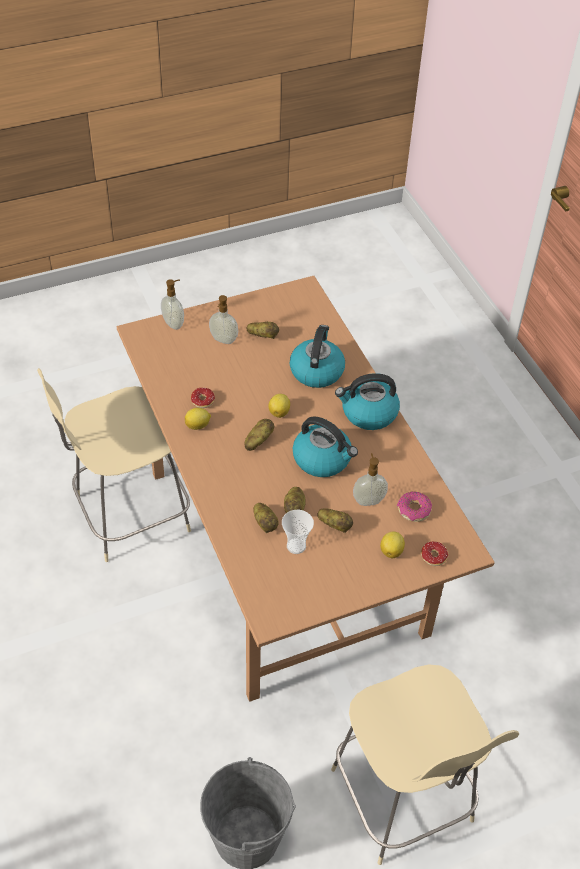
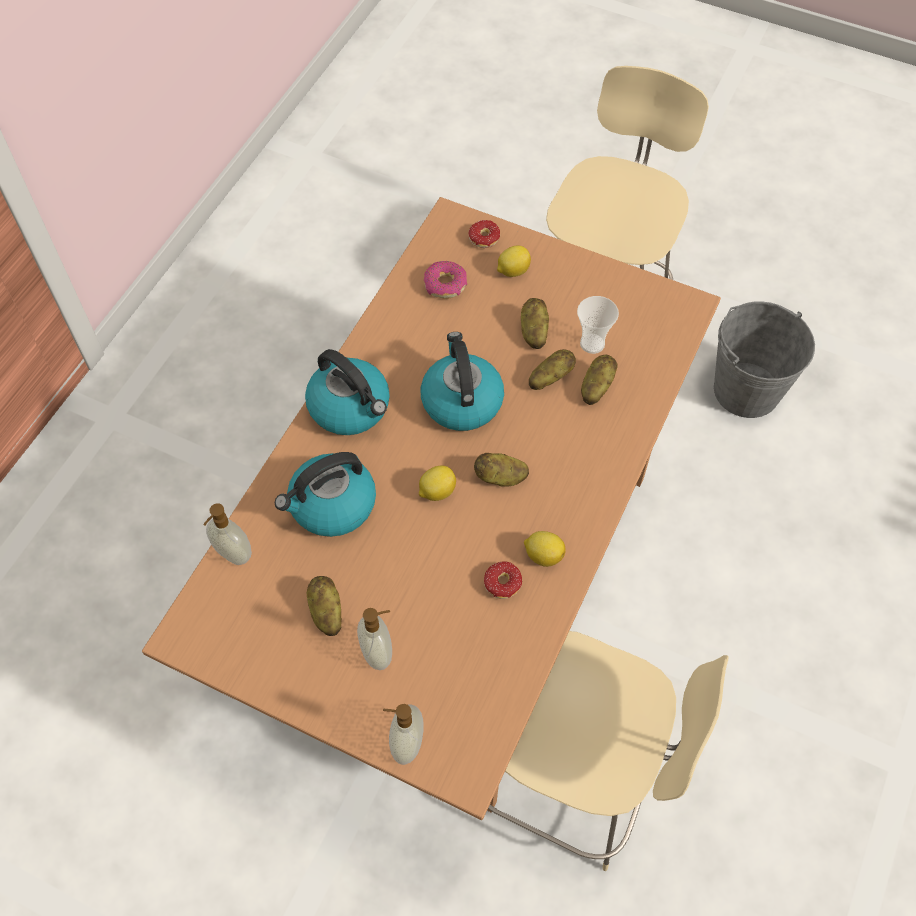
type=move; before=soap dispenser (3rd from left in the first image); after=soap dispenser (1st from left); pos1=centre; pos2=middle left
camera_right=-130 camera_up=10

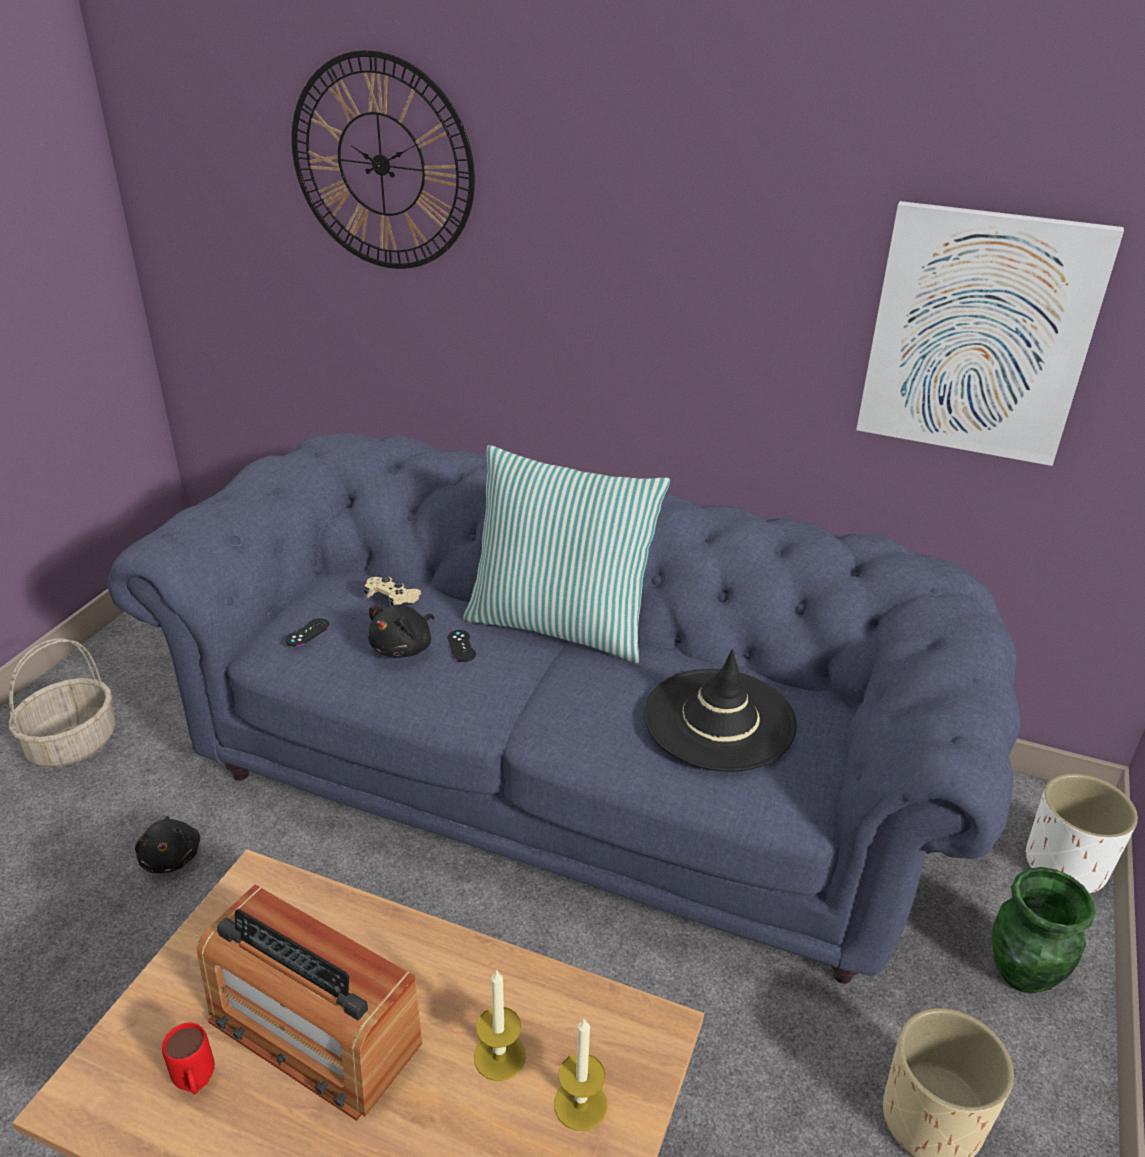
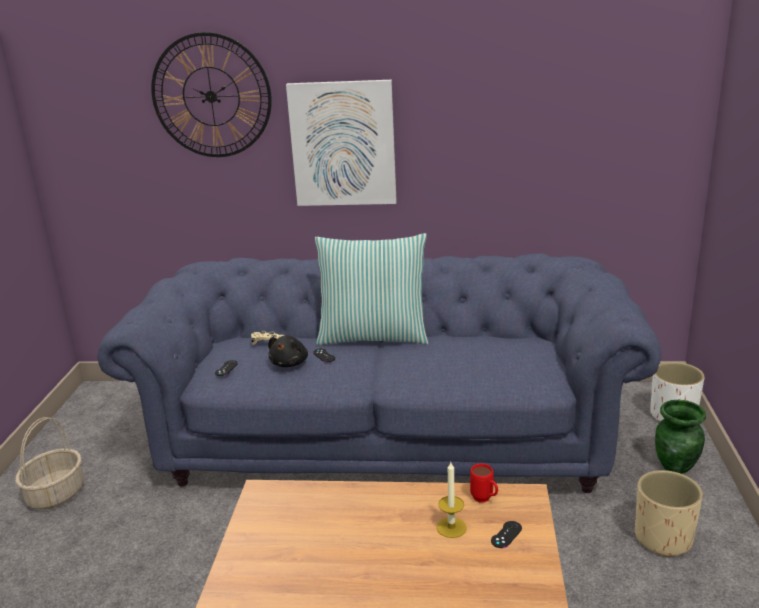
type=move; before=picture; pos1=top right; pos2=top centre
type=delete; before=hat/black; pos1=centre
type=delete; before=plush toy/black (1st from left); pos1=bottom left
type=delete; before=radio; pos1=bottom left
type=replace; before=candle (2nd from left); after=game controller/black (3rd from left); pos1=bottom centre; pos2=bottom right
type=move; before=mug/red; pos1=bottom left; pos2=bottom centre
camera_right=-15 camera_up=-10

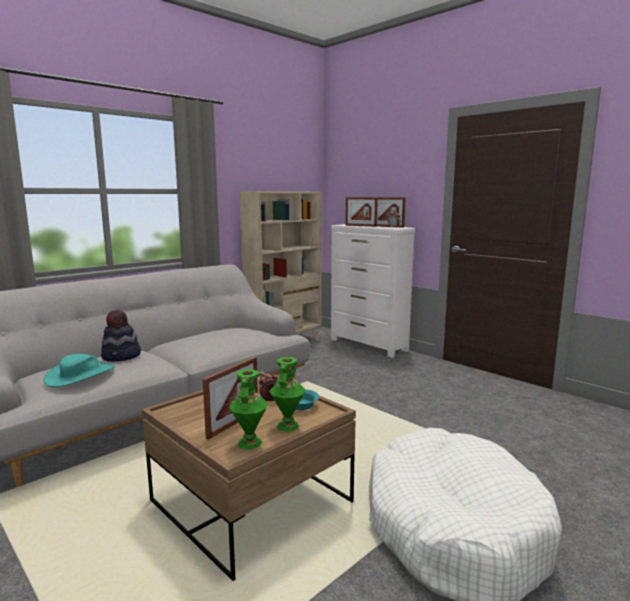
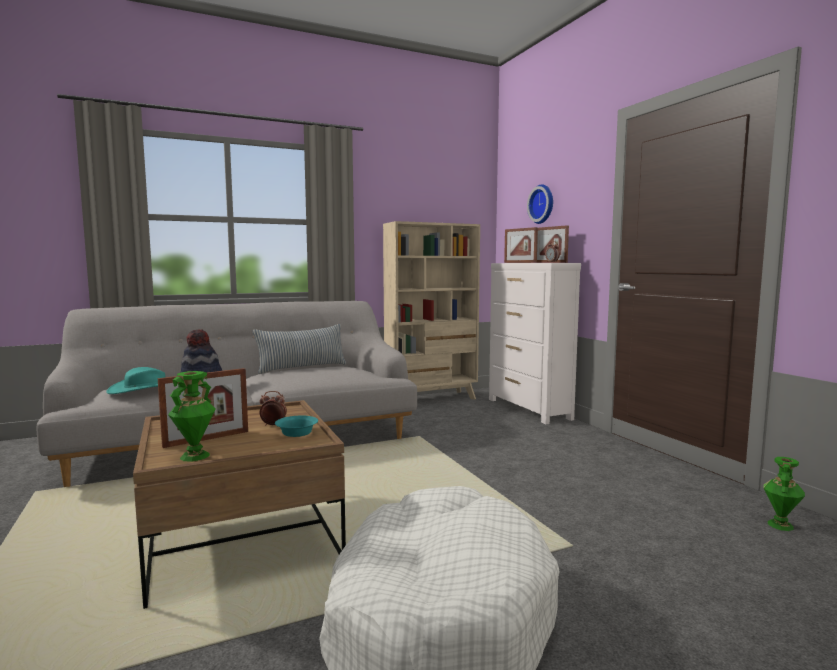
type=move; before=vase/green (2nd from left); pos1=centre; pos2=bottom right
type=insert; after=wall clock; pos2=top centre
type=insert; after=pillow; pos2=centre
camera_right=20 camera_up=-5

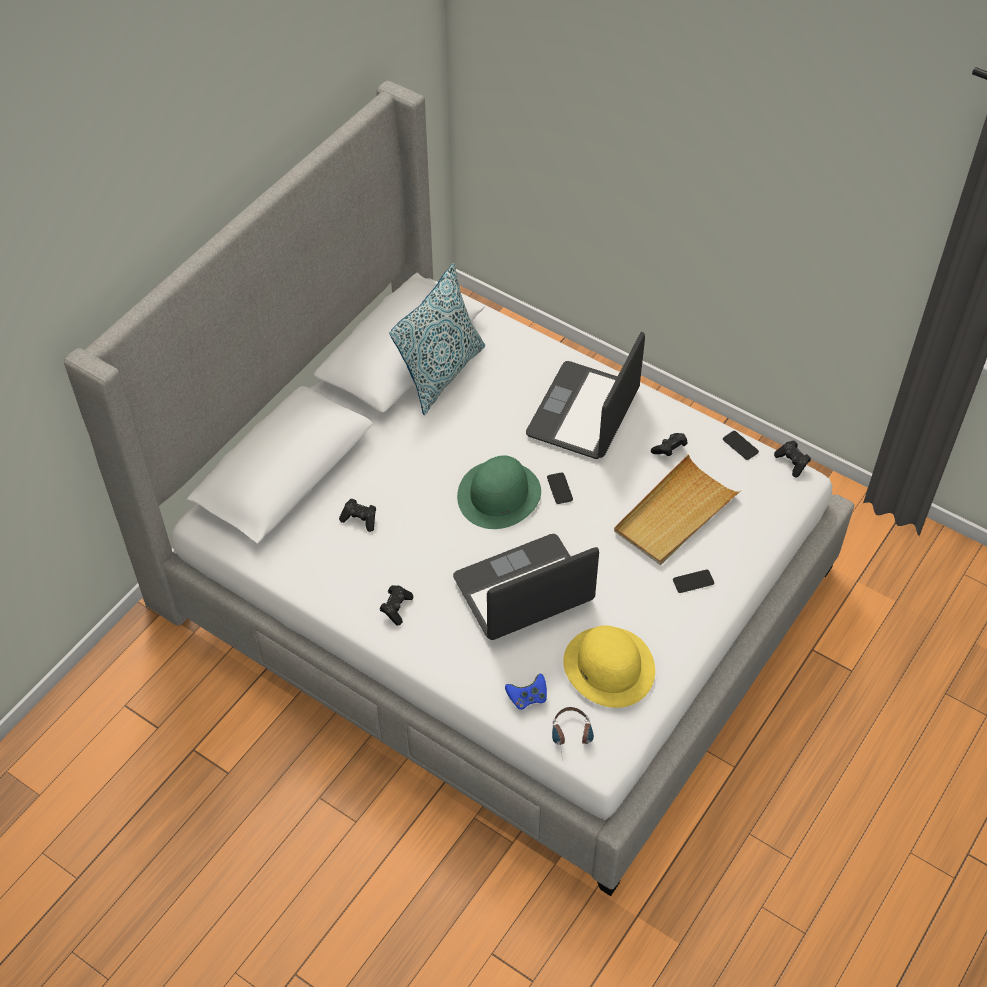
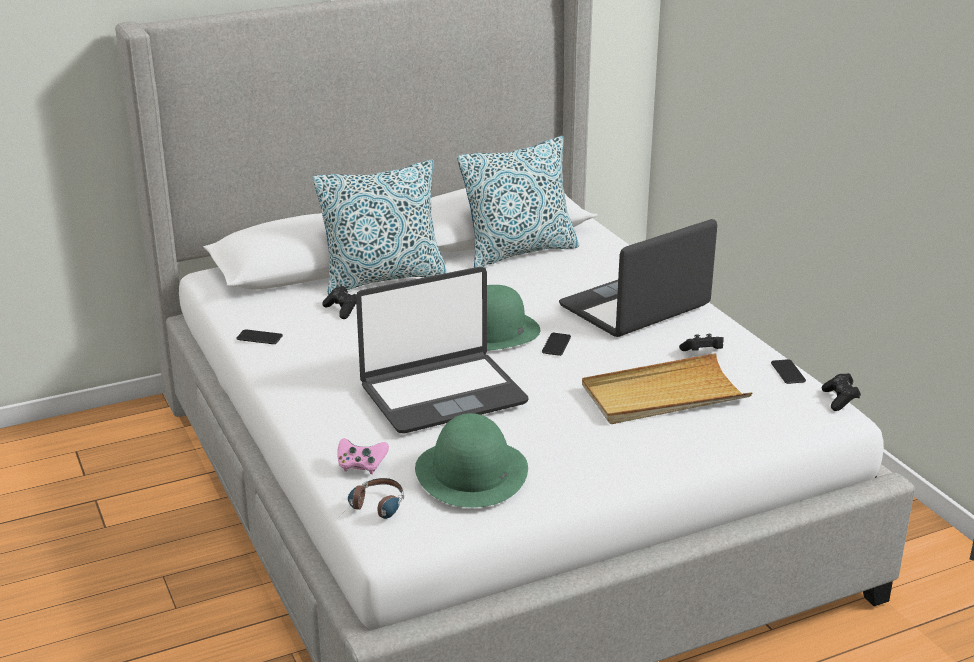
type=rotate; before=laptop (1st from left); pos1=centre; pos2=centre; turn=150
type=move; before=phone (2nd from left in the first image); after=phone (1st from left); pos1=middle right; pos2=middle left
type=delete; before=game controller/black (2nd from left); pos1=centre
type=recolor; before=hat/yellow; after=hat/green (1st from left); pos1=bottom centre; pos2=bottom centre
type=recolor; before=game controller/blue; after=game controller/pink; pos1=bottom centre; pos2=bottom centre
type=insert; after=pillow (1st from left); pos2=centre
camera_right=30 camera_up=-25

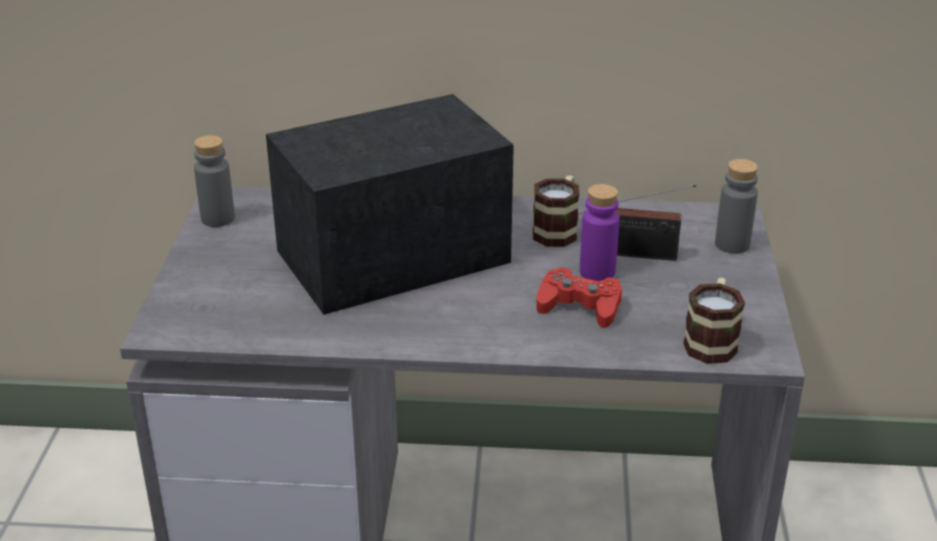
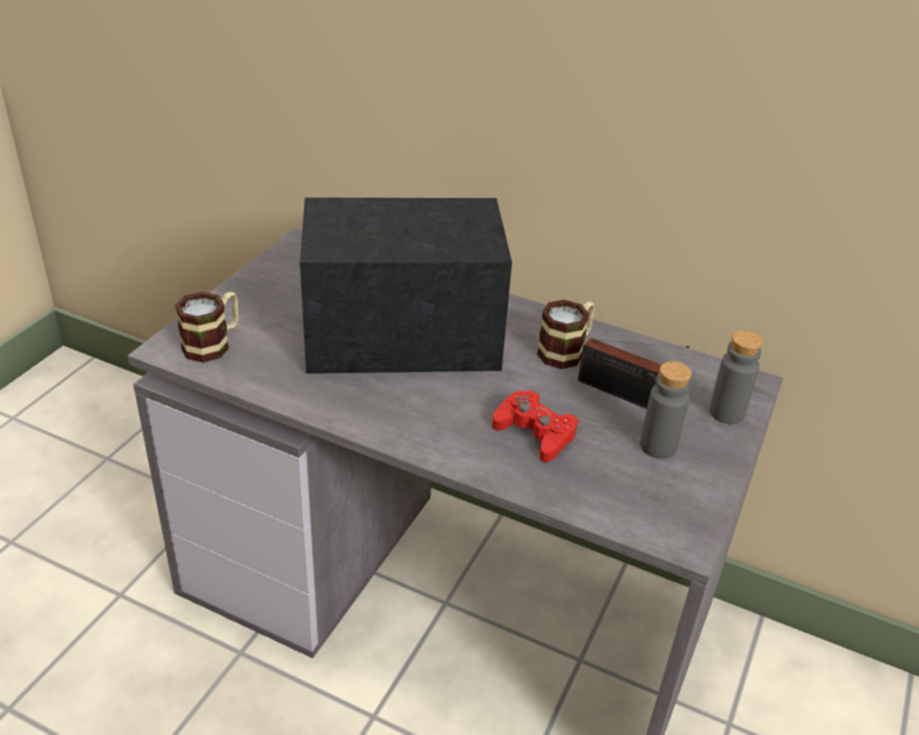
type=move; before=bottle/grey (1st from left); pos1=middle left; pos2=middle right
type=delete; before=bottle/purple; pos1=centre
type=move; before=mug (2nd from left in the first image); after=mug (1st from left); pos1=middle right; pos2=middle left
camera_right=20 camera_up=5

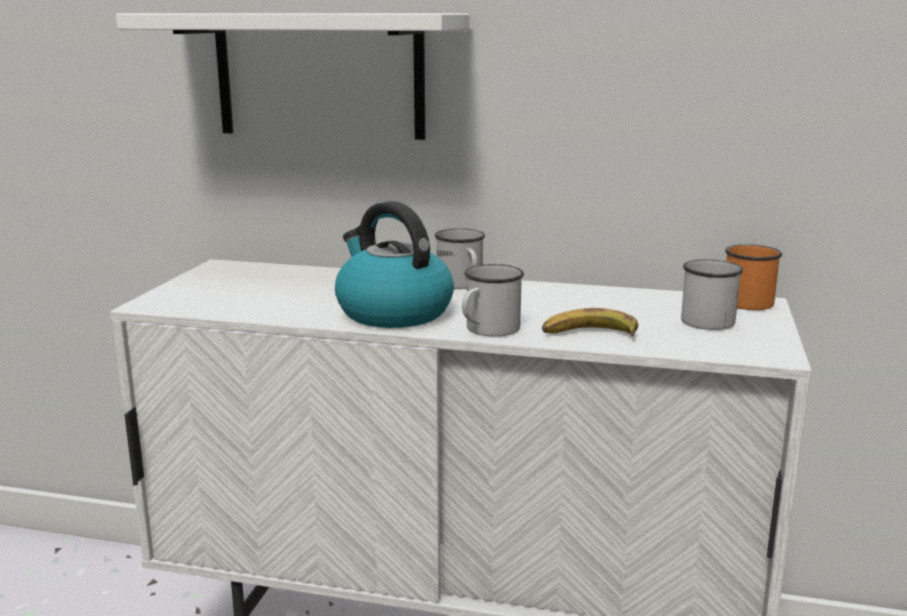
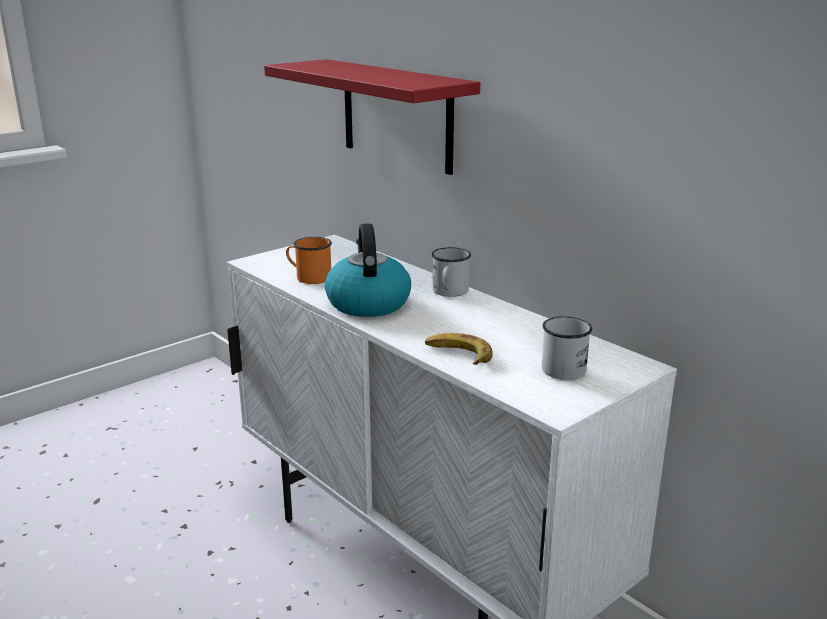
type=recolor; before=shelf/white; after=shelf/red; pos1=top left; pos2=top centre
type=move; before=mug/orange; pos1=middle right; pos2=centre
type=delete; before=mug/white (2nd from left); pos1=centre
camera_right=35 camera_up=5

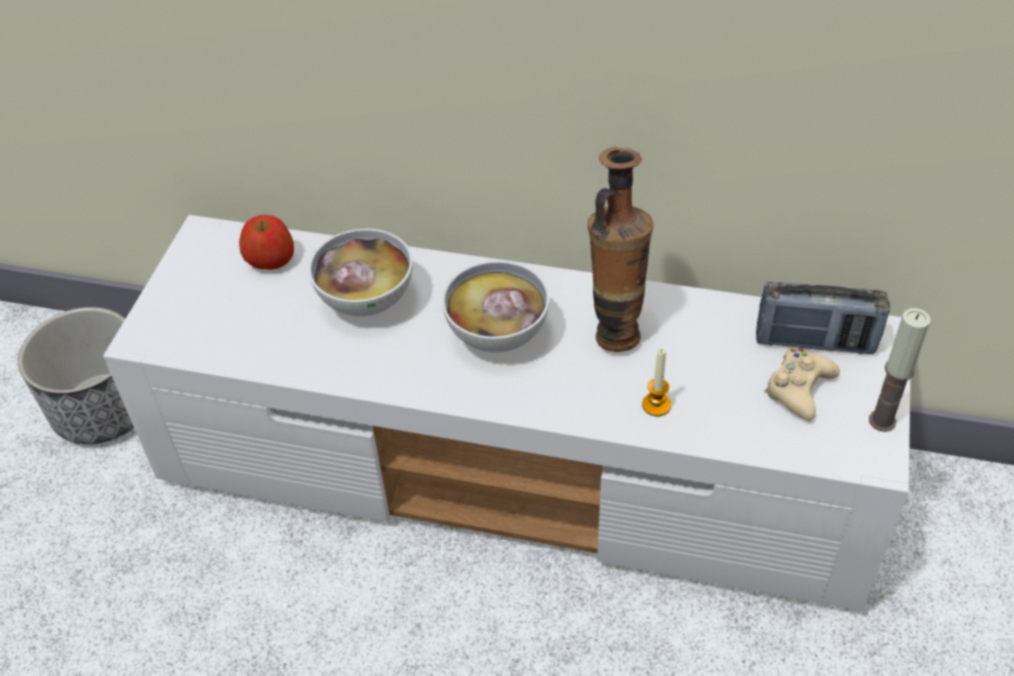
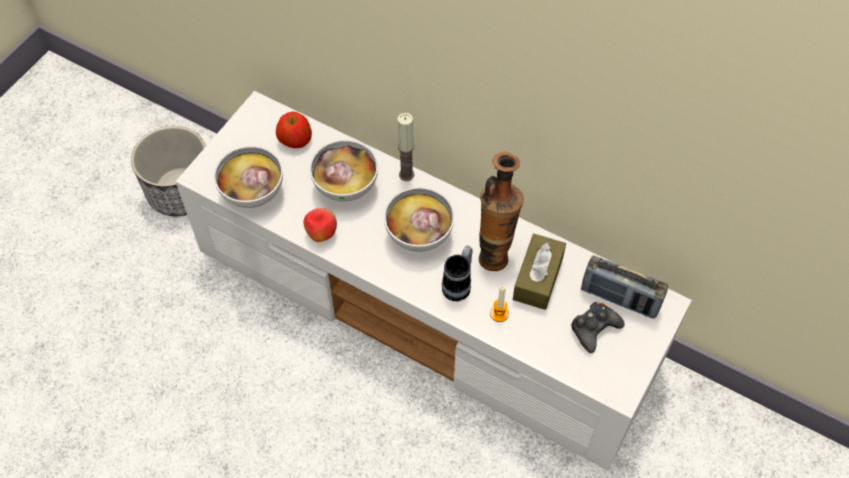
type=move; before=candle (2nd from left in the first image); after=candle (1st from left); pos1=middle right; pos2=top centre
type=recolor; before=game controller/beige; after=game controller/black; pos1=middle right; pos2=bottom right
type=insert; after=bowl (1st from left); pos2=middle left
type=insert; after=apple (2nd from left); pos2=centre
type=insert; after=tissue box/brown; pos2=centre
type=insert; after=mug; pos2=centre
camera_right=15 camera_up=10

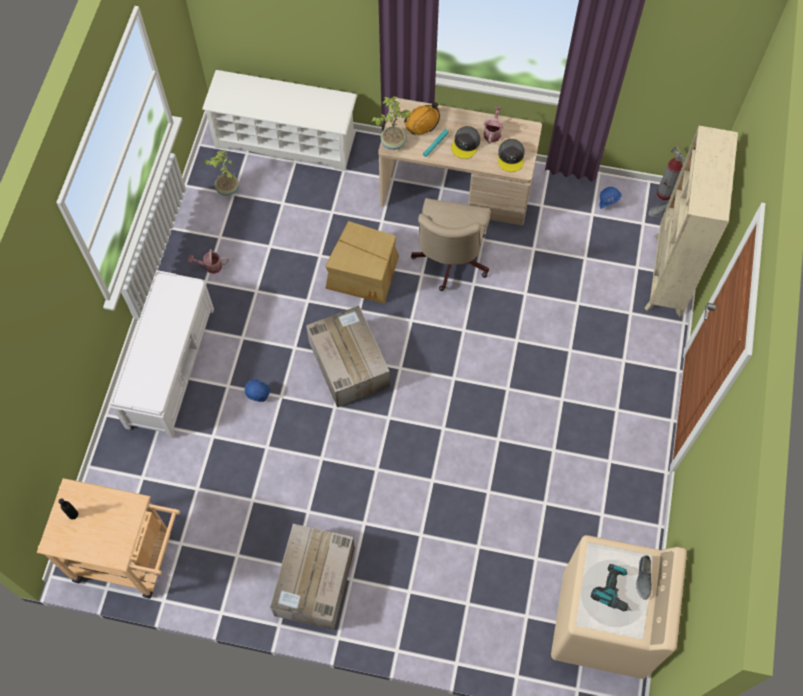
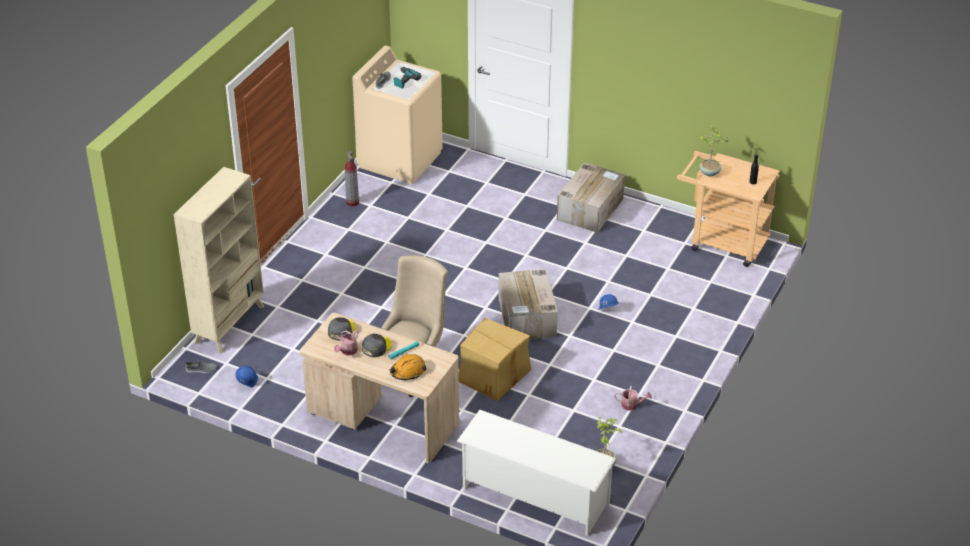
type=move; before=potted plant (2nd from left); pos1=top centre; pos2=top right
type=move; before=fire extinguisher; pos1=top right; pos2=top centre
type=delete; before=bench/white; pos1=middle left
camera_right=-165 camera_up=-25

